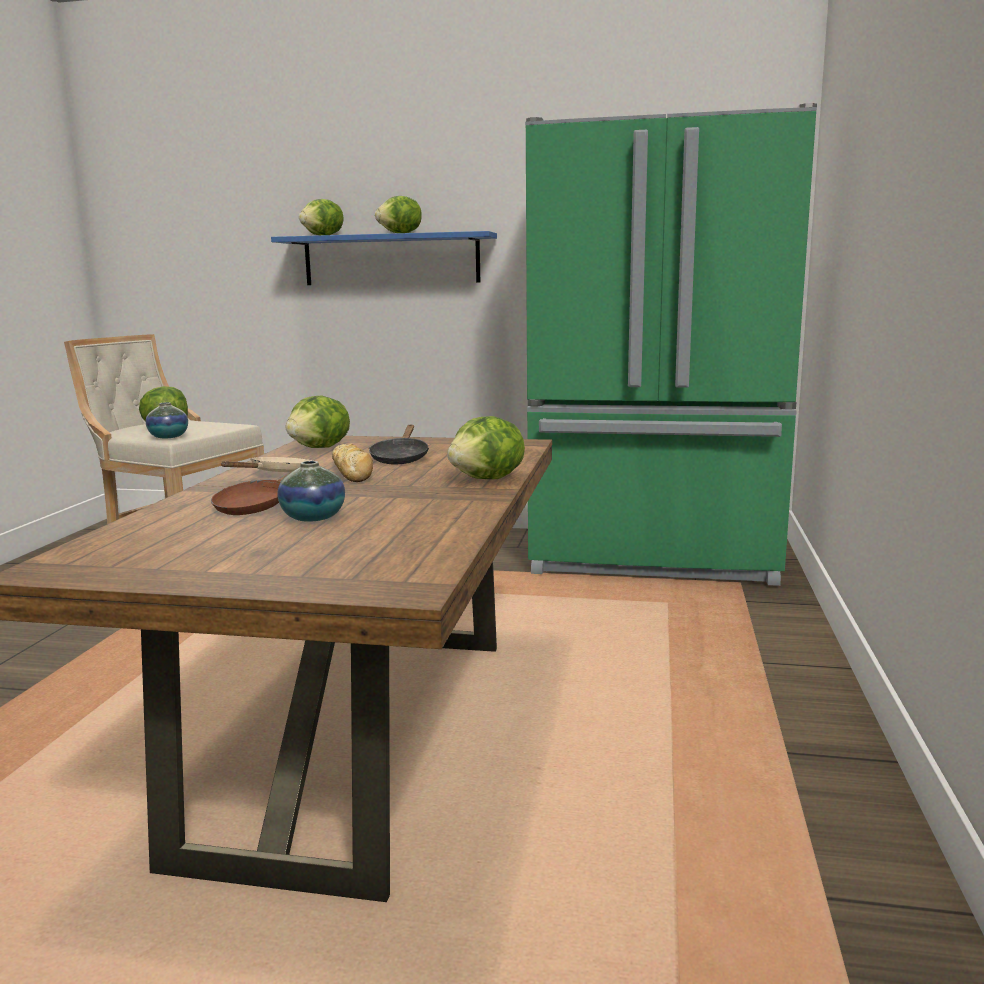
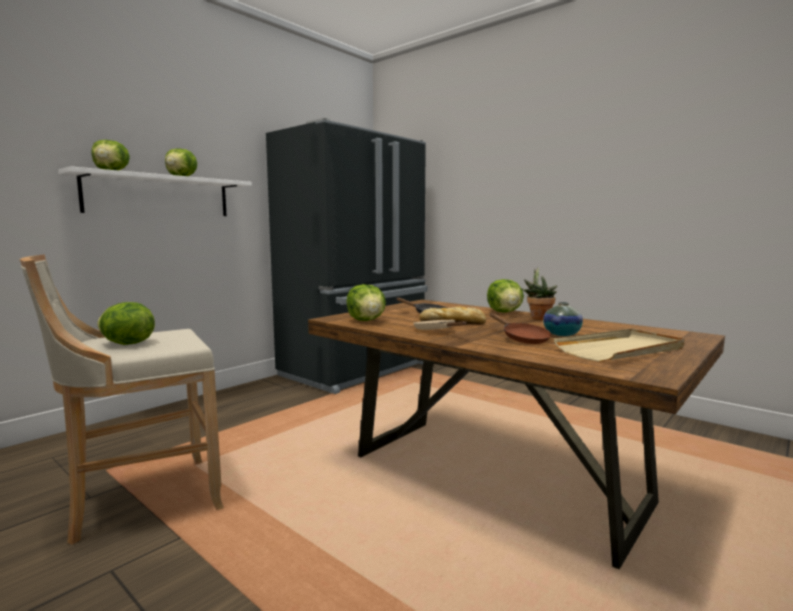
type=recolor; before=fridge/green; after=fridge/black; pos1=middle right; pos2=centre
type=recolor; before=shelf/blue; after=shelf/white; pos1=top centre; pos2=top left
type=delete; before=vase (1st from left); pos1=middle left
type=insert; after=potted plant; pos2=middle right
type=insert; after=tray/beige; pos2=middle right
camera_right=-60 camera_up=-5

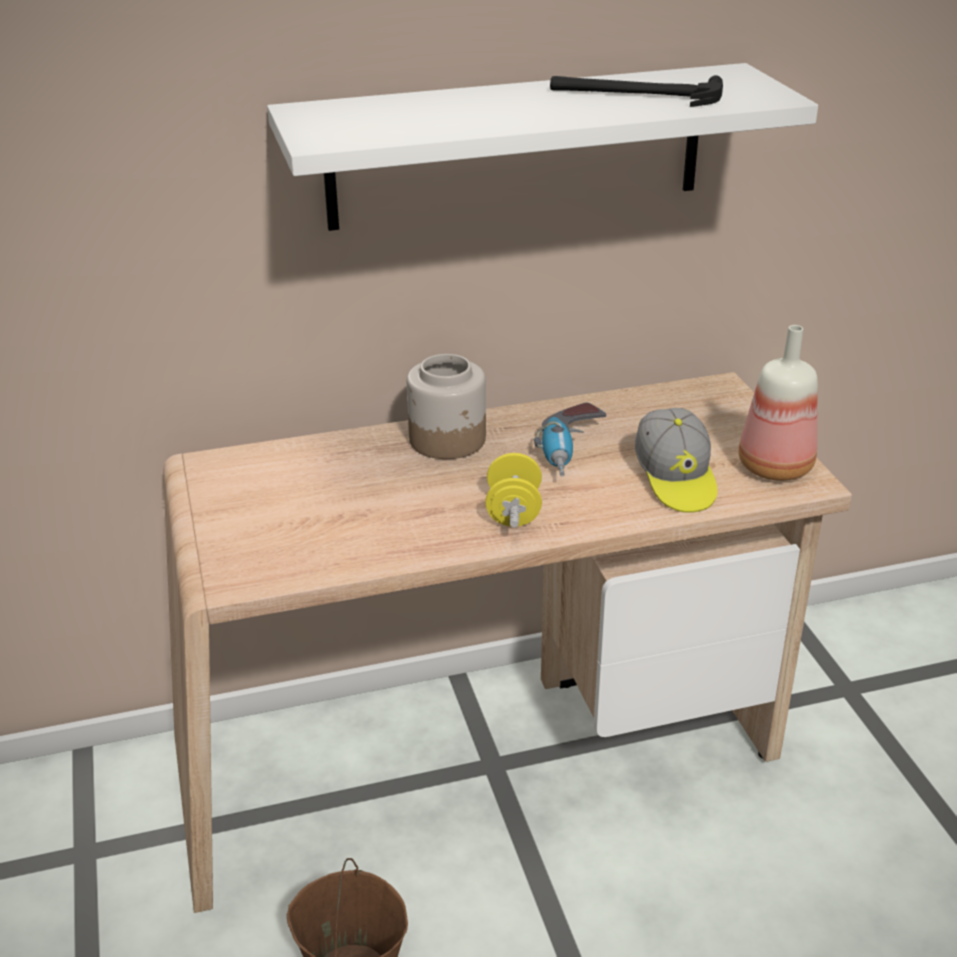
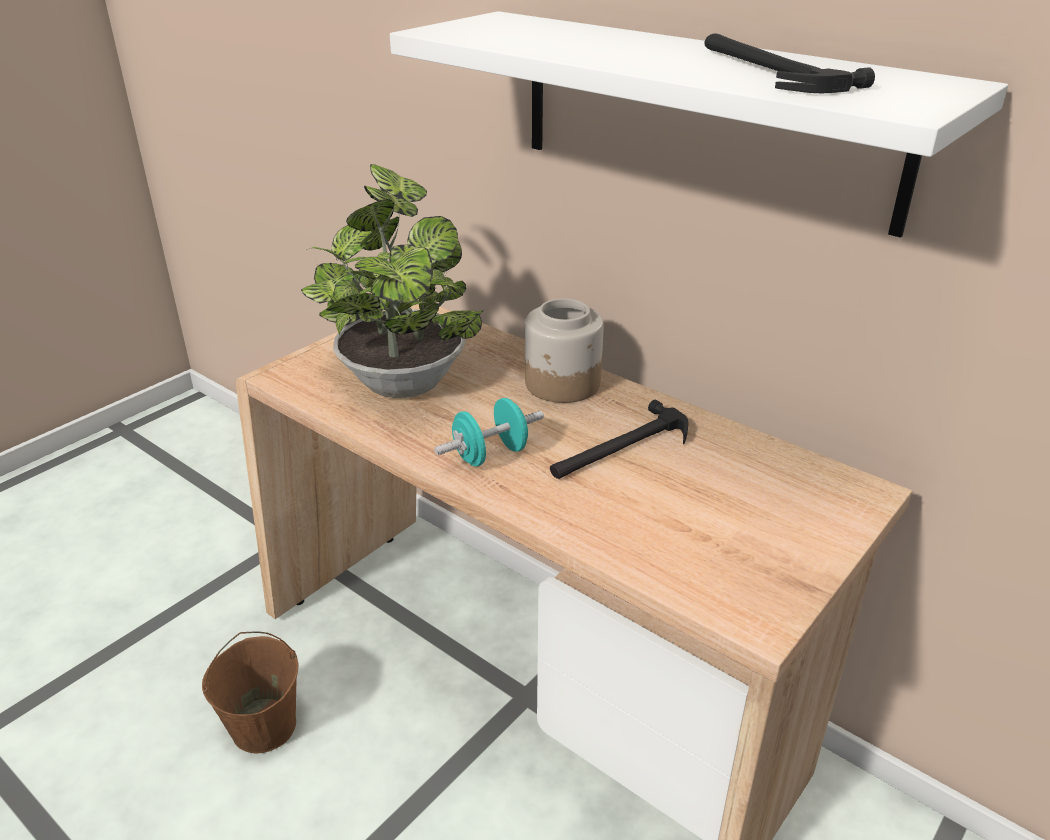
type=delete; before=bottle; pos1=middle right
type=replace; before=power drill; after=hammer (1st from left); pos1=centre; pos2=centre
type=delete; before=cap; pos1=middle right
type=recolor; before=dumbbell/yellow; after=dumbbell/turquoise; pos1=centre; pos2=centre
type=insert; after=potted plant; pos2=centre
camera_right=55 camera_up=0

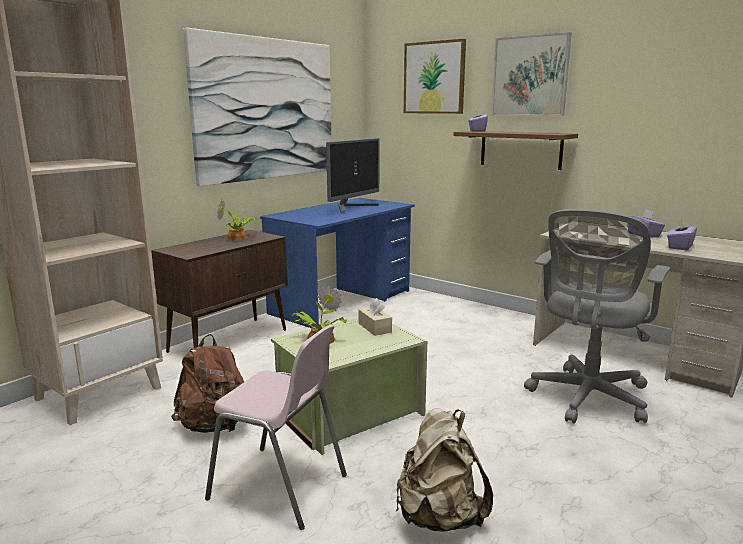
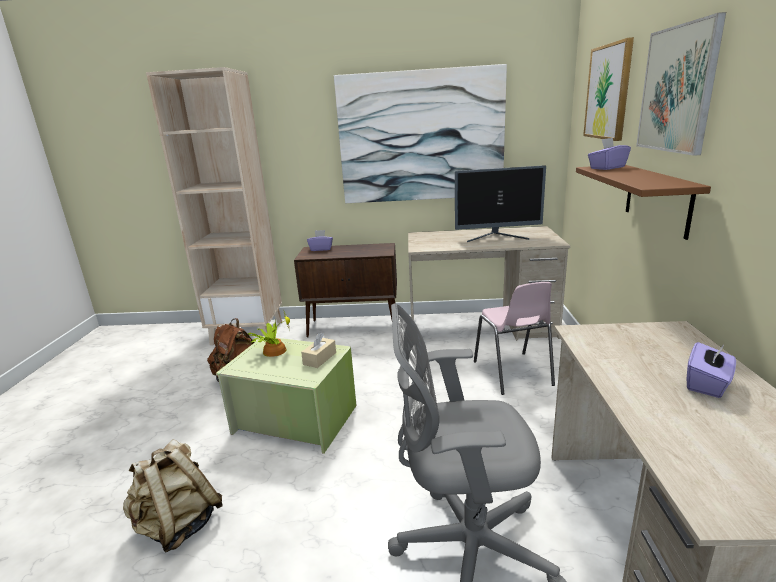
type=recolor; before=desk/blue; after=desk/beige (1st from left); pos1=centre; pos2=centre
type=delete; before=potted plant (1st from left); pos1=middle left
type=move; before=tissue box/purple (3rd from left in the first image); after=tissue box/purple (1st from left); pos1=middle right; pos2=centre
type=move; before=chair/pink; pos1=bottom centre; pos2=centre
camera_right=55 camera_up=5

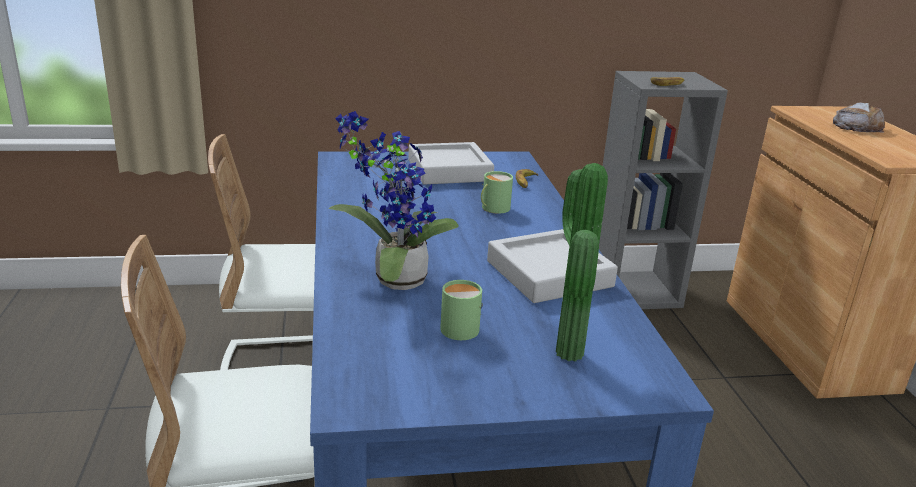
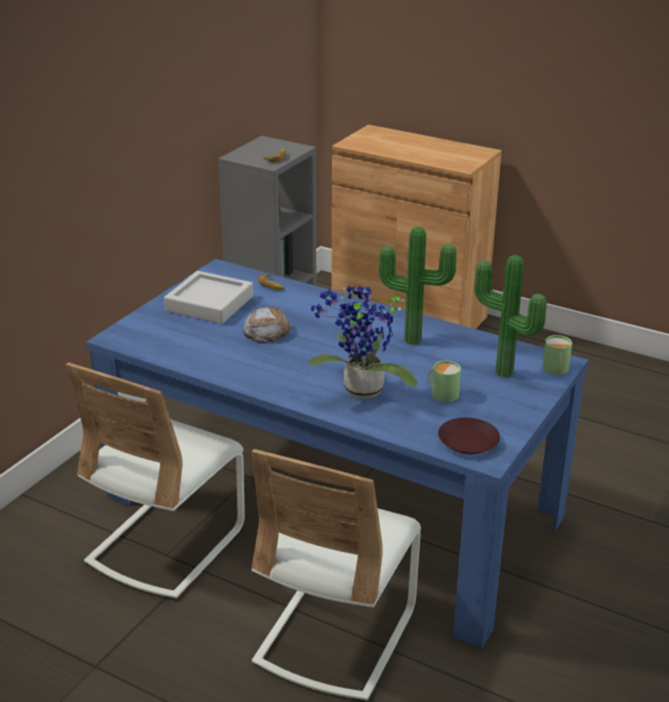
type=move; before=bread; pos1=top right; pos2=centre
type=move; before=mug/green (2nd from left); pos1=centre; pos2=middle right
type=replace; before=tray/grey (2nd from left); after=potted plant (2nd from left); pos1=centre; pos2=centre
type=insert; after=plate/brown; pos2=middle right
camera_right=-50 camera_up=5

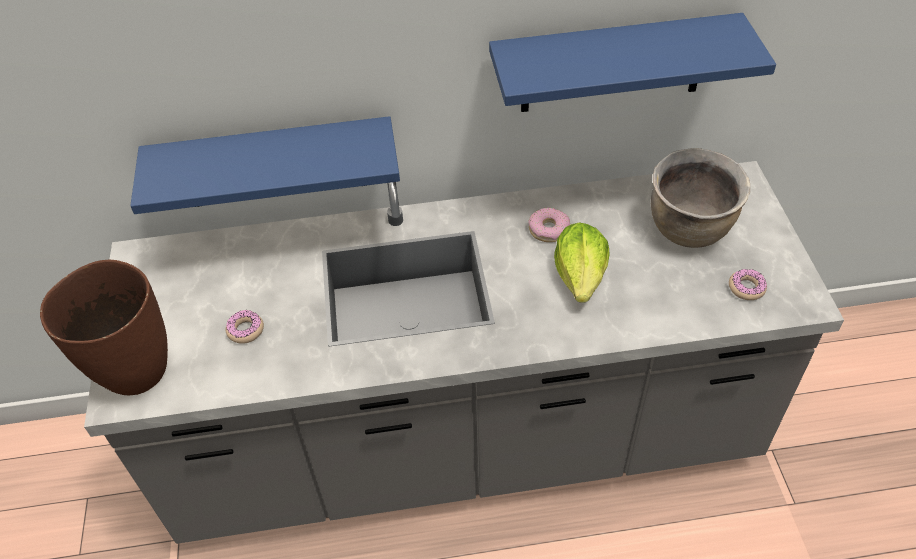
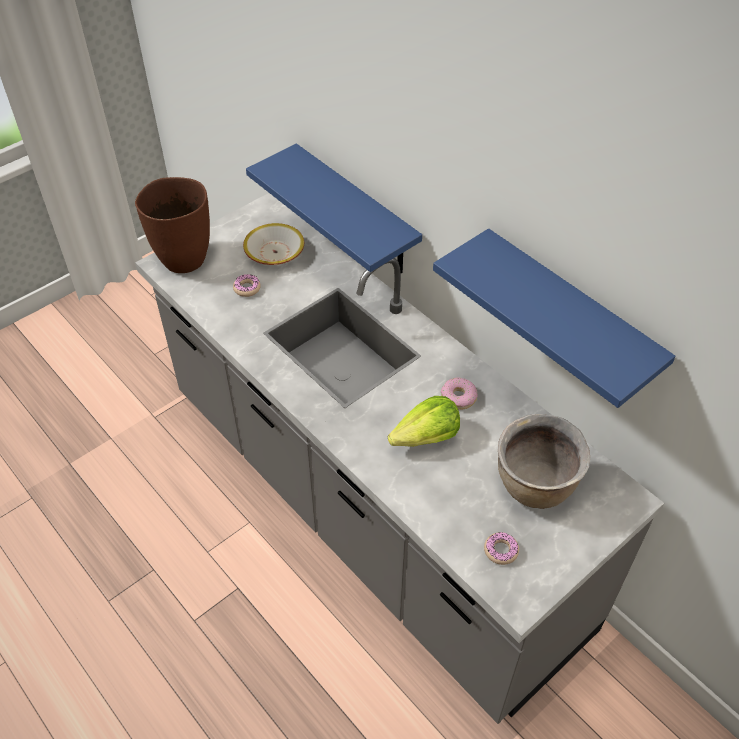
type=insert; after=bowl; pos2=top centre
camera_right=55 camera_up=0

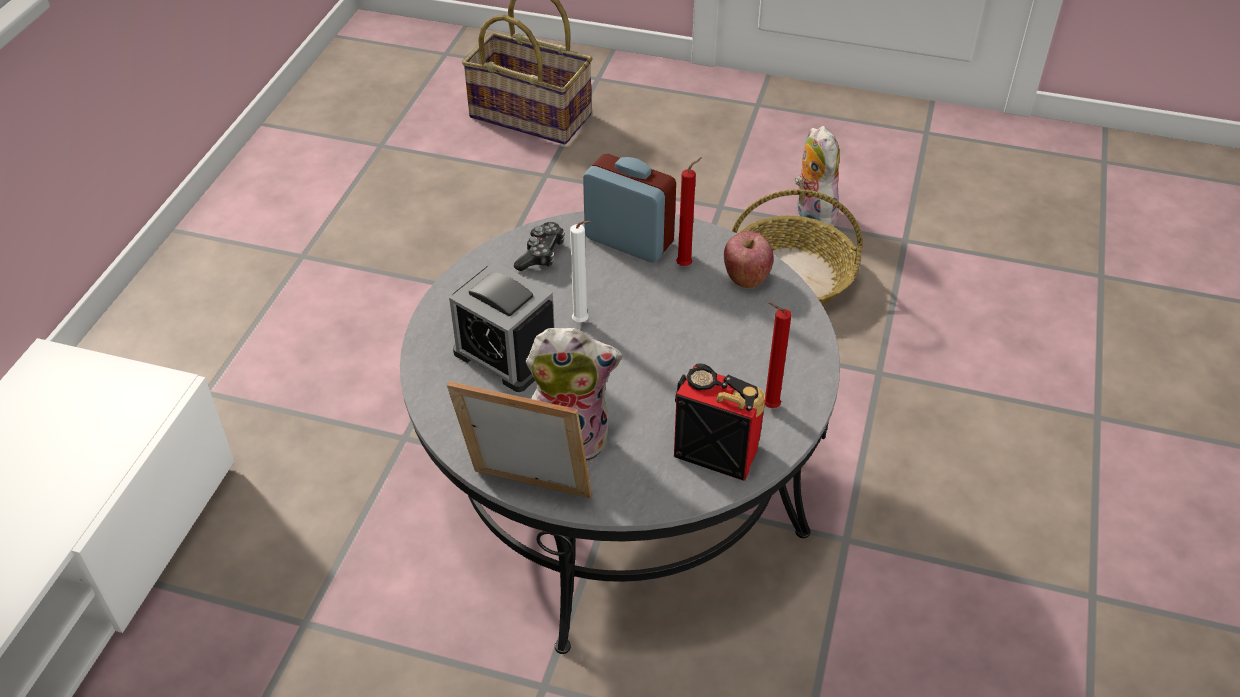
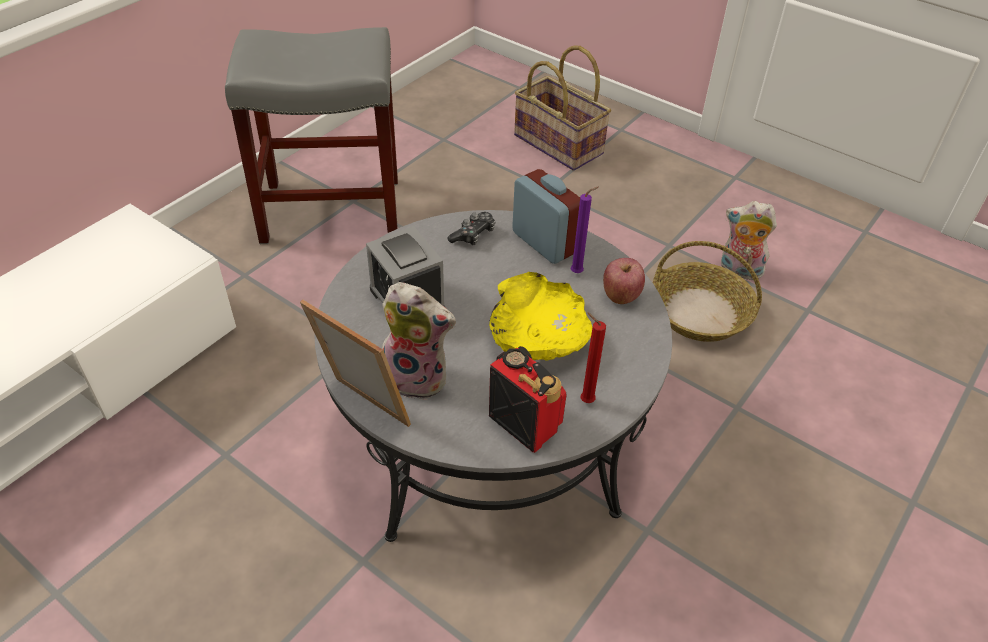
type=rotate; before=plush toy (2nd from left); pos1=top centre; pos2=middle right; turn=-75
type=recolor; before=candle/red (1st from left); after=candle/purple; pos1=top centre; pos2=centre
type=delete; before=candle/white; pos1=centre
type=insert; after=stool/grey; pos2=top left
type=insert; after=bowl/yellow; pos2=centre
camera_right=20 camera_up=0

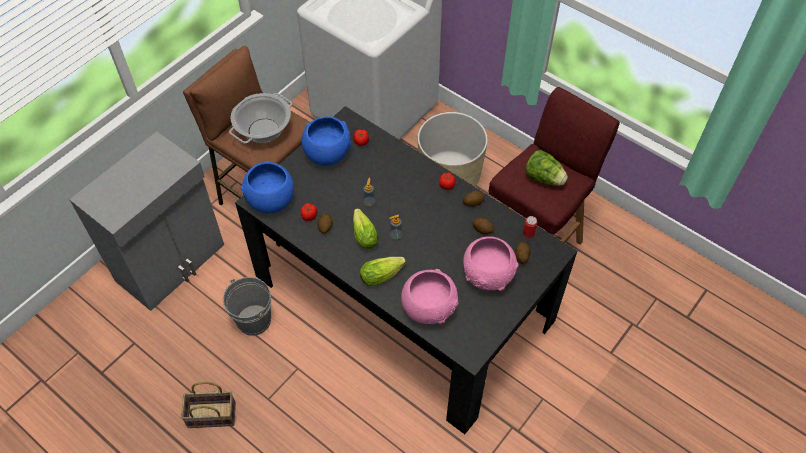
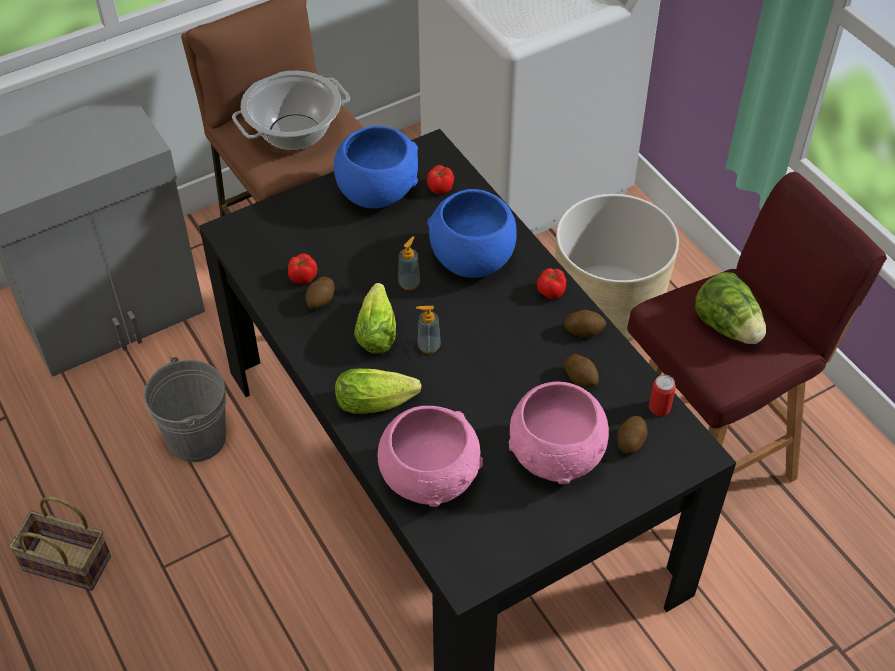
type=move; before=bowl/blue (1st from left in the first image); after=bowl/blue (2nd from left); pos1=middle left; pos2=centre
camera_right=20 camera_up=-5

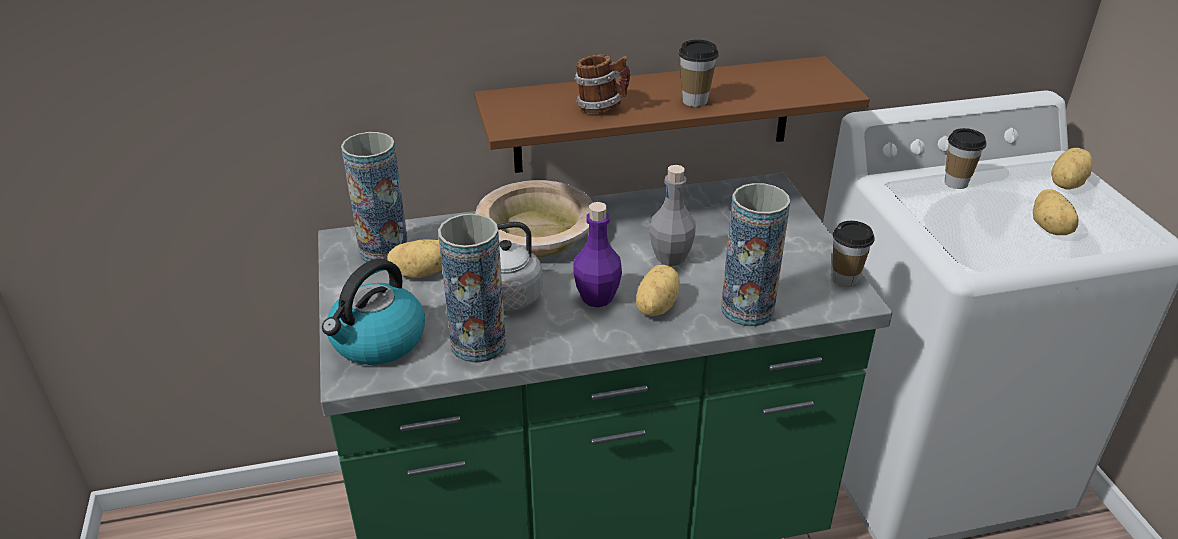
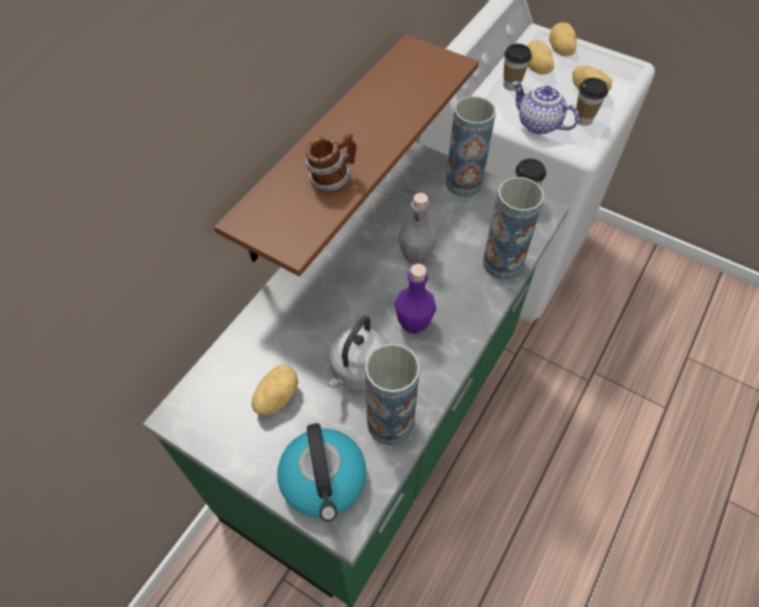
type=move; before=cup (1st from left in the first image); after=cup (3rd from left); pos1=top centre; pos2=top right
type=move; before=vase (1st from left in the first image); after=vase (2nd from left); pos1=middle left; pos2=top centre
type=delete; before=bowl/beige; pos1=centre
type=move; before=potato (2nd from left); pos1=centre; pos2=top right
type=insert; after=teapot; pos2=top right
camera_right=-45 camera_up=20

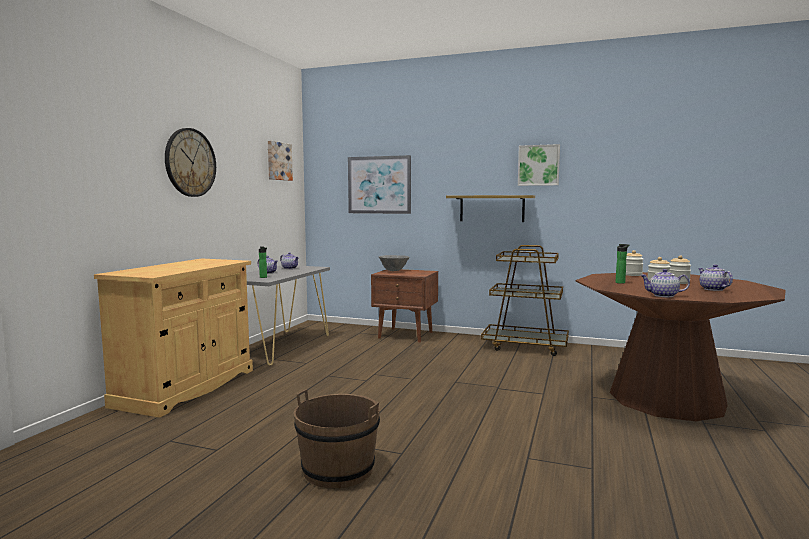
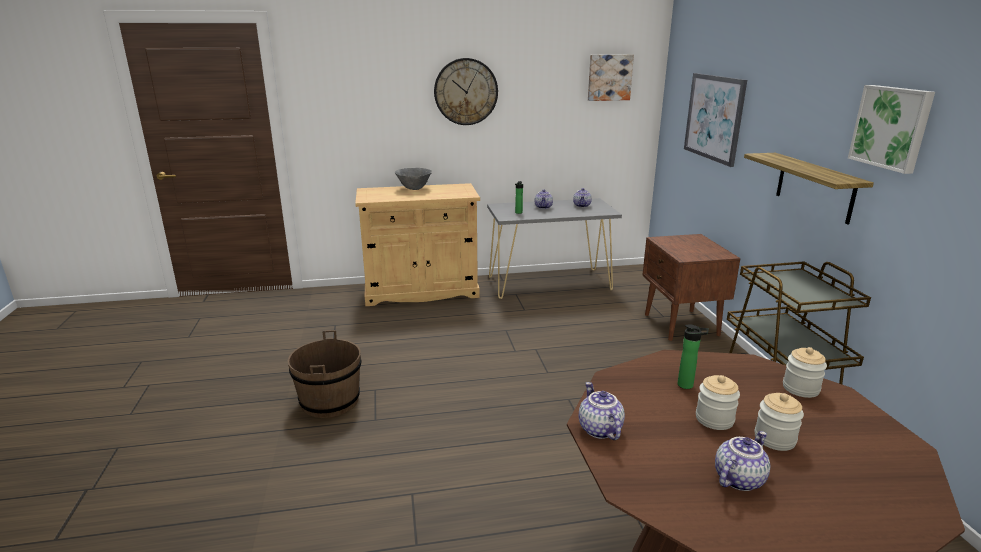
type=move; before=bowl/grey; pos1=centre; pos2=top centre
camera_right=60 camera_up=15

